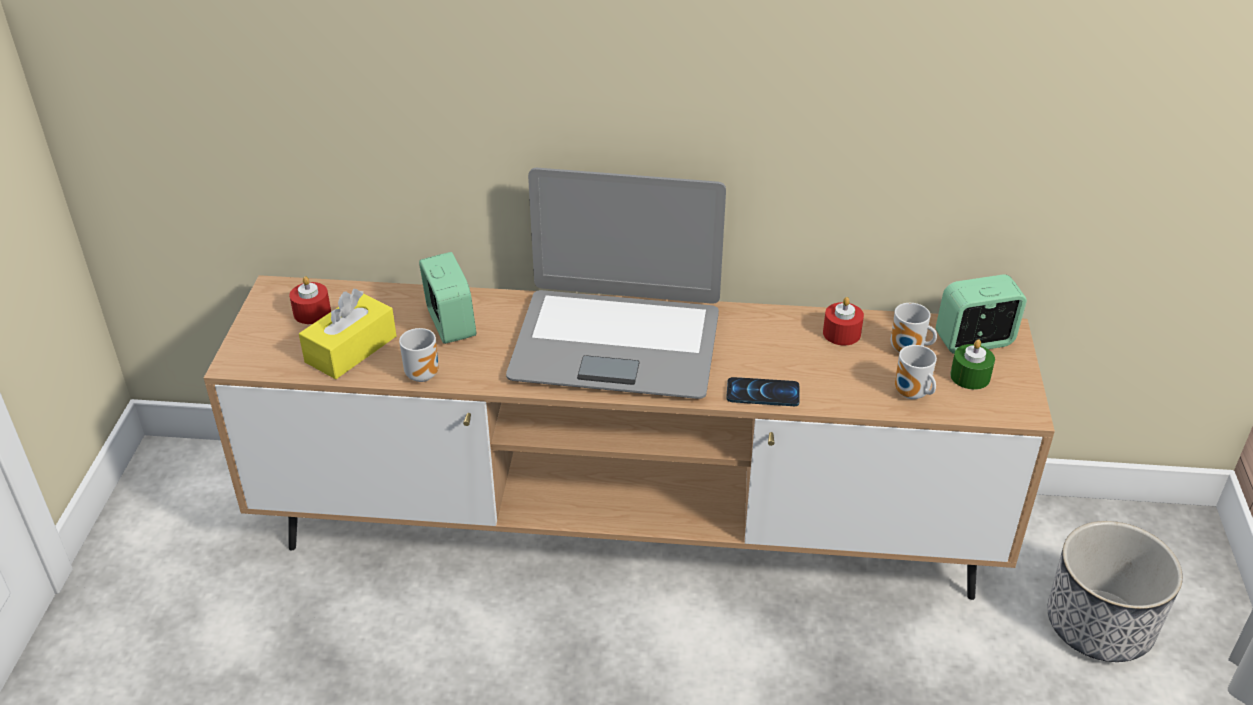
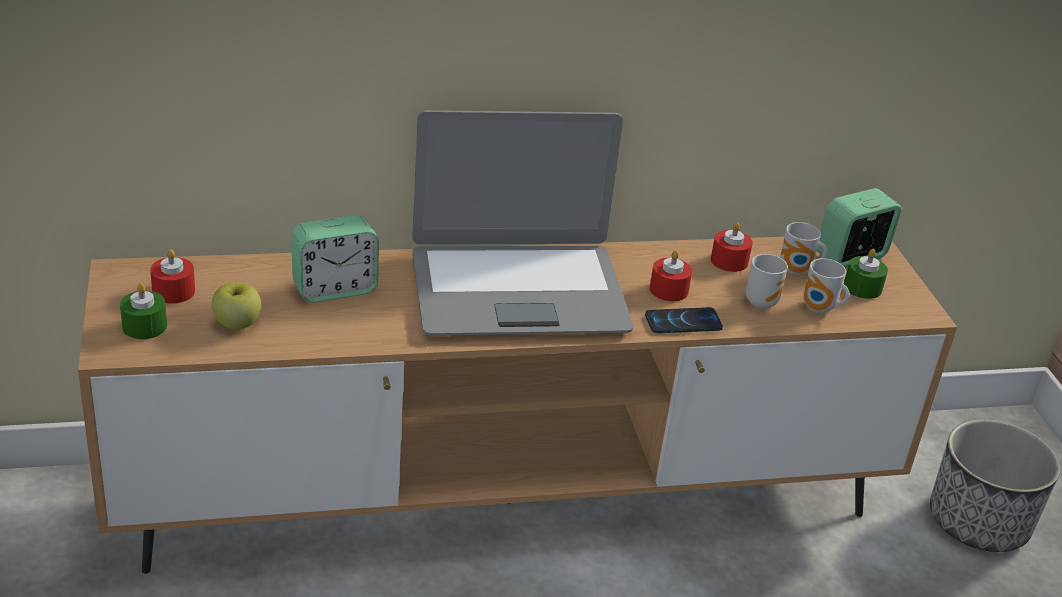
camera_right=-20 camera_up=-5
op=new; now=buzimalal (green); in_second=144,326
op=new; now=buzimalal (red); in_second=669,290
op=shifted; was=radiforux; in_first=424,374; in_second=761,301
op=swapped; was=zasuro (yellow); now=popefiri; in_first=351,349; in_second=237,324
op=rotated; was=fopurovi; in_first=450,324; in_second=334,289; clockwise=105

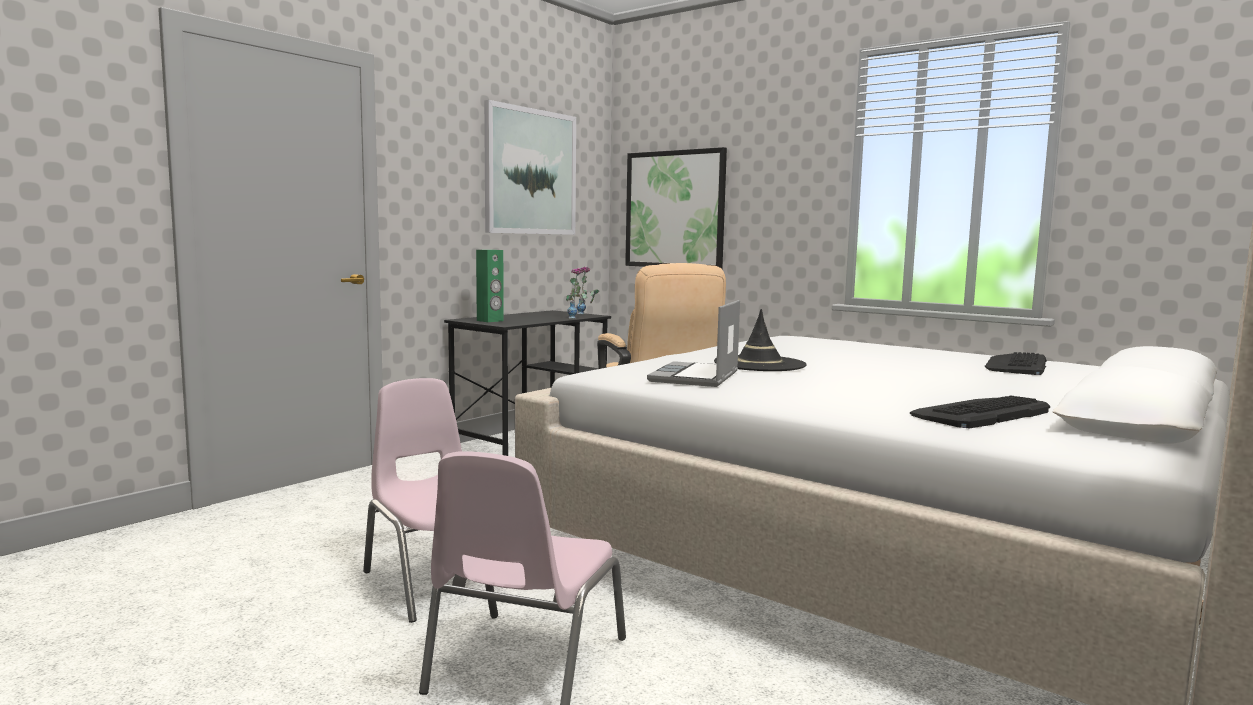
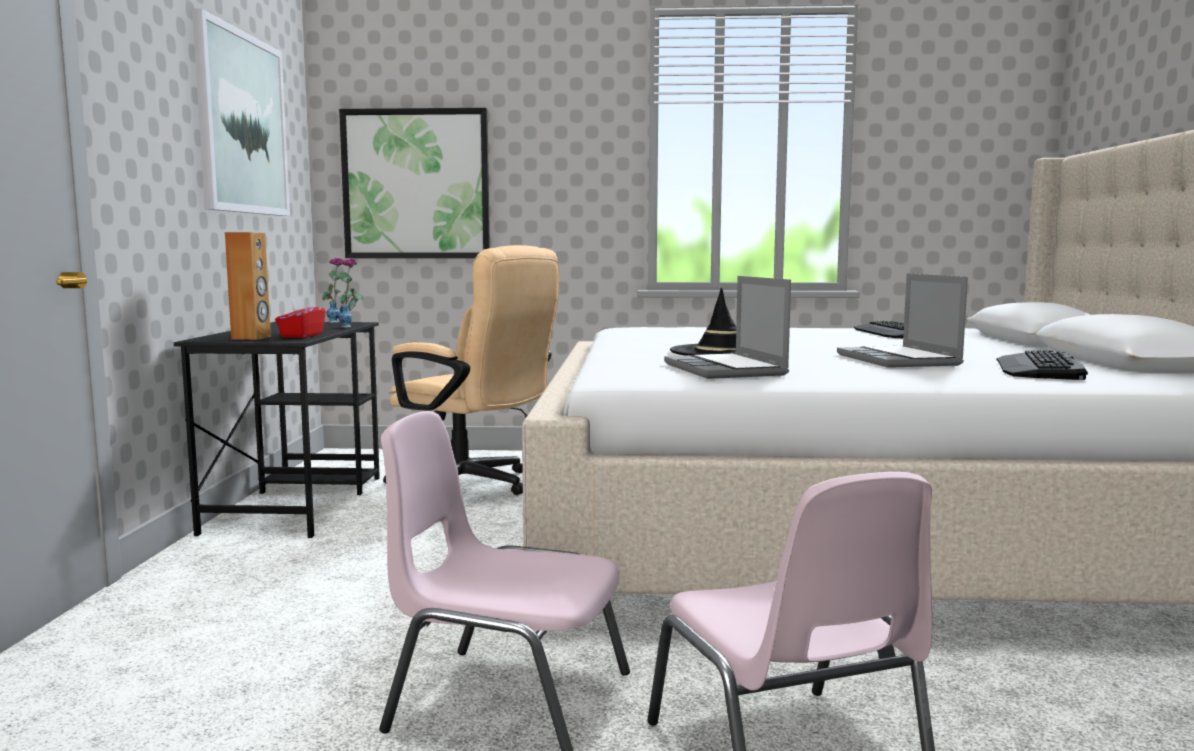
camera_right=-35 camera_up=0
op=new; now=zasuro (red); in_second=301,336
op=new; now=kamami; in_second=900,360
op=repainted; was=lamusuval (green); now=lamusuval (brown); in_first=490,321; in_second=251,338

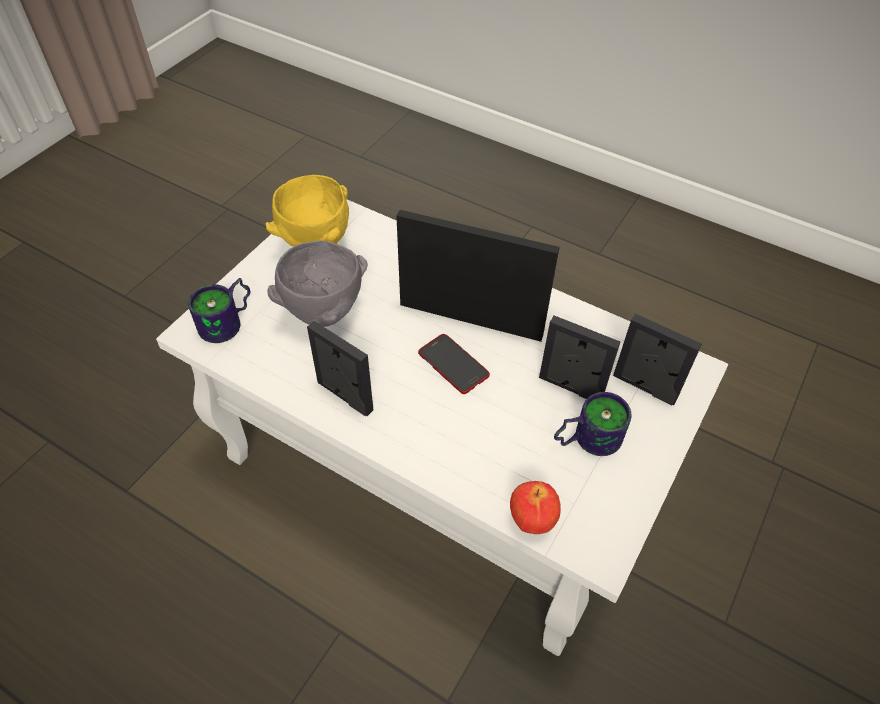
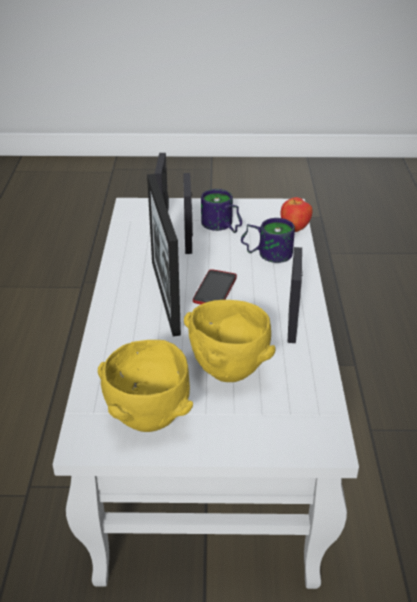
camera_right=-120 camera_up=-15
op=shifted; was=radiforux; in_first=229,322; in_second=267,253
op=repainted; was=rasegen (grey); now=rasegen (yellow); in_first=322,315; in_second=230,372

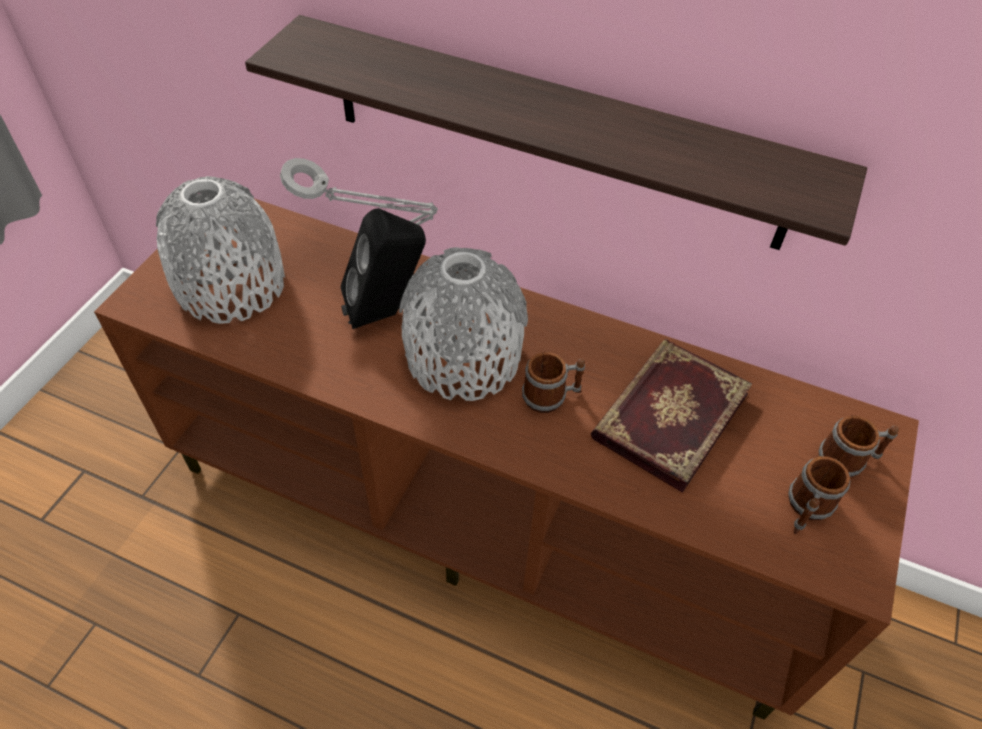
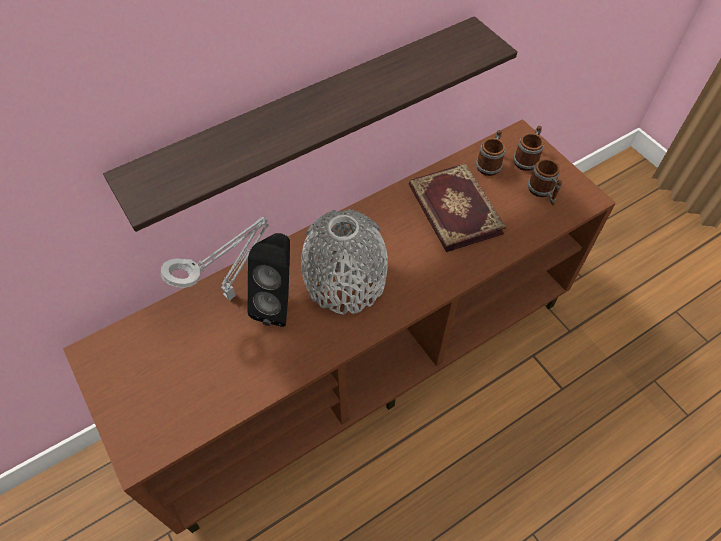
camera_right=-55 camera_up=5
op=gone; was=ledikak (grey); in_first=231,285
op=shifted; was=radiforux; in_first=551,396; in_second=489,164

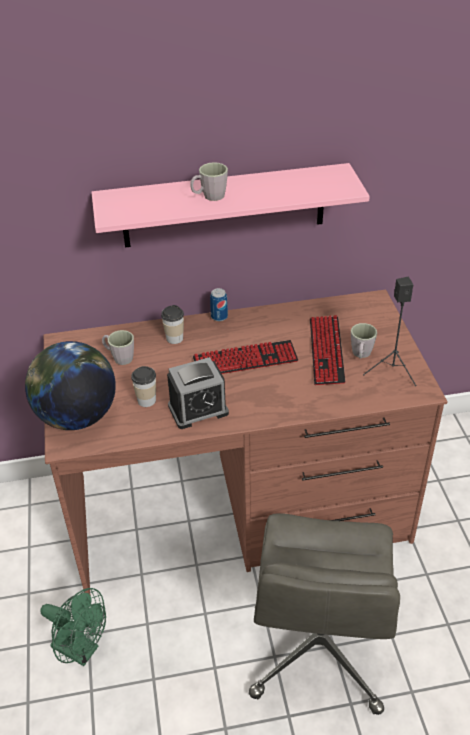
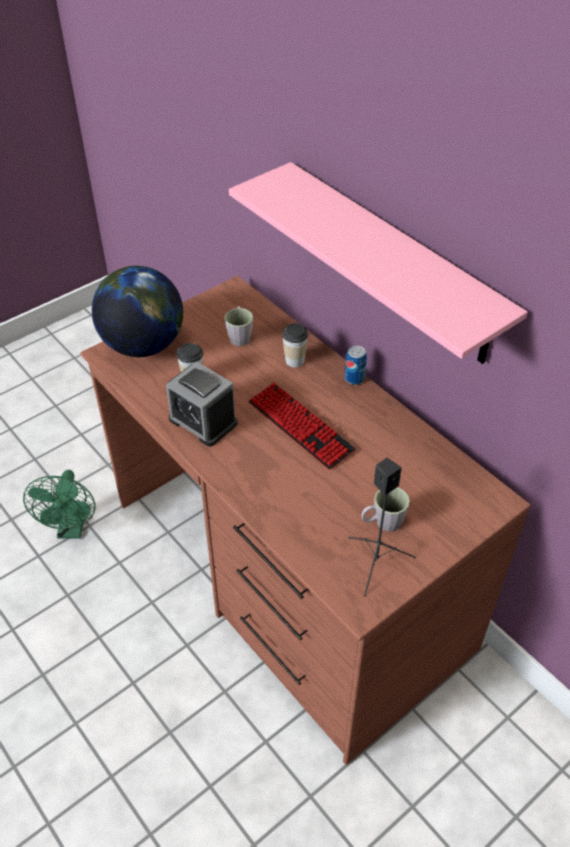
camera_right=60 camera_up=5
op=gone; was=radiforux (grey); in_first=209,197
op=gone; was=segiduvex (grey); in_first=319,649
op=gone; was=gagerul; in_first=326,351

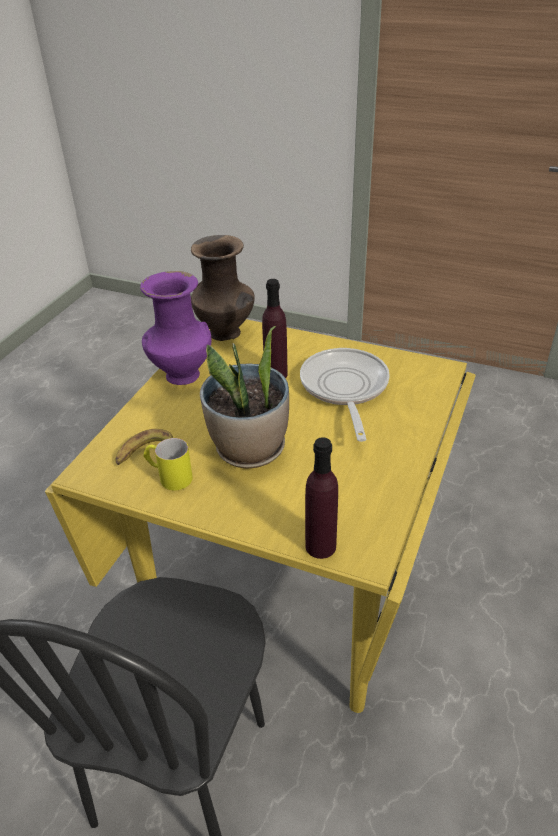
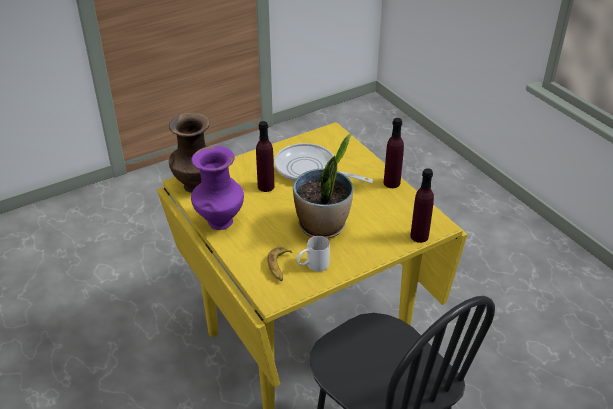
camera_right=-55 camera_up=0
op=new; now=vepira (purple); in_second=391,183
op=repainted; was=radiforux (yellow); now=radiforux (white); in_first=169,476; in_second=312,266

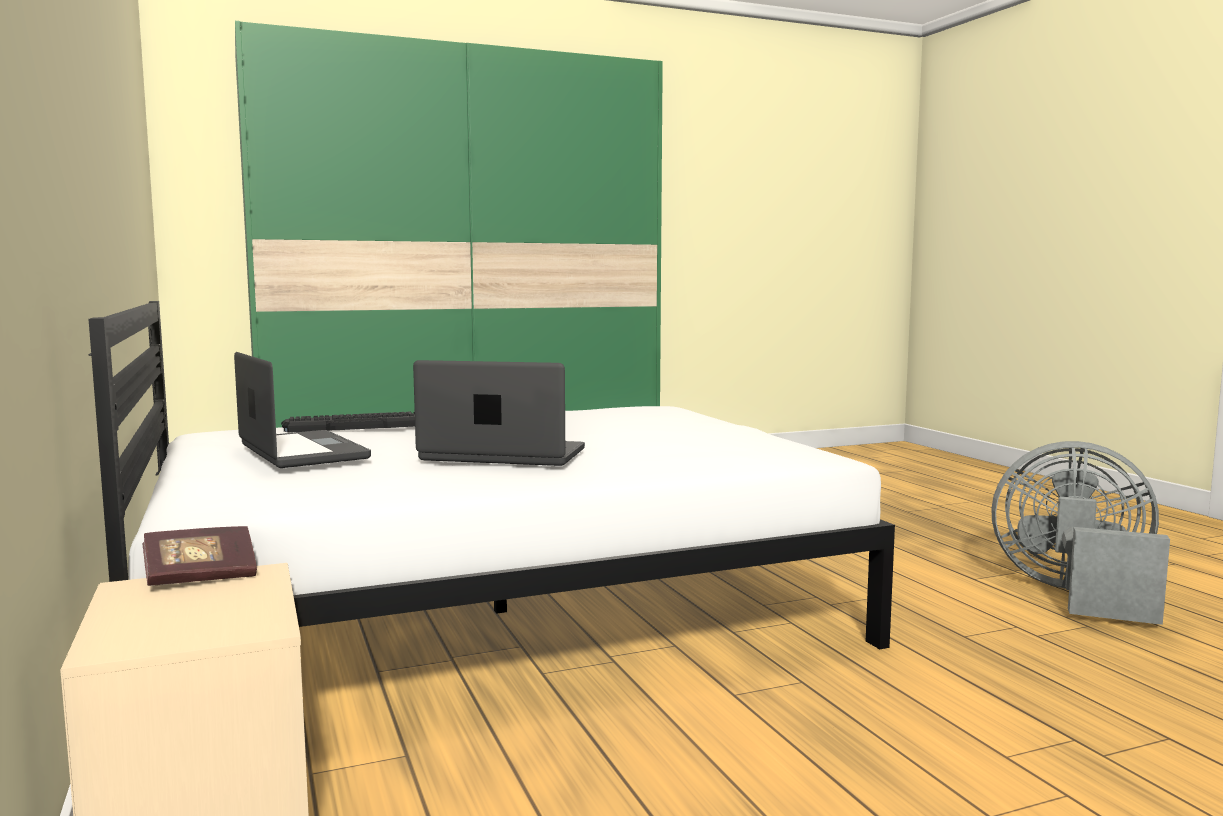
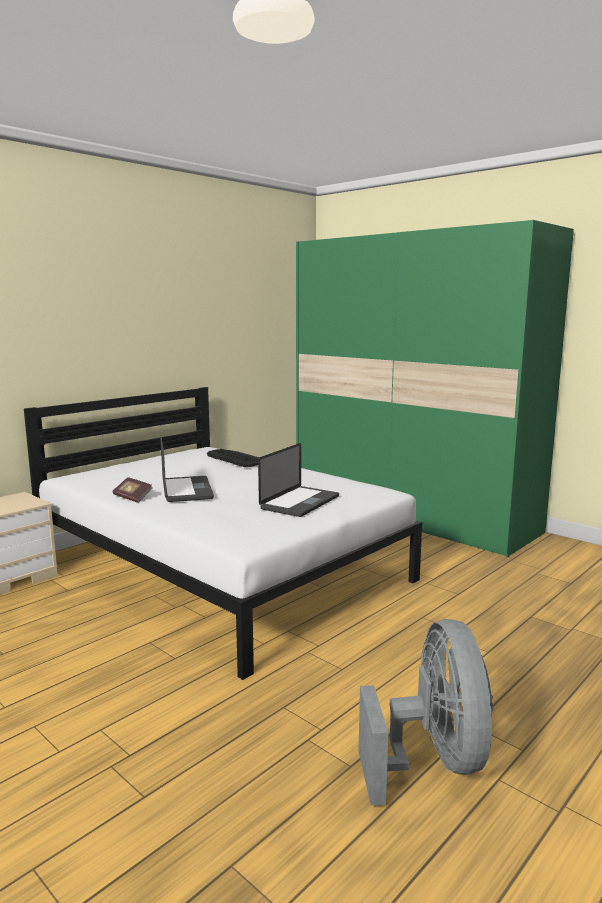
camera_right=65 camera_up=5
op=shifted; was=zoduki; in_first=201,577; in_second=133,497
op=shifted; was=kamami; in_first=302,452; in_second=300,503

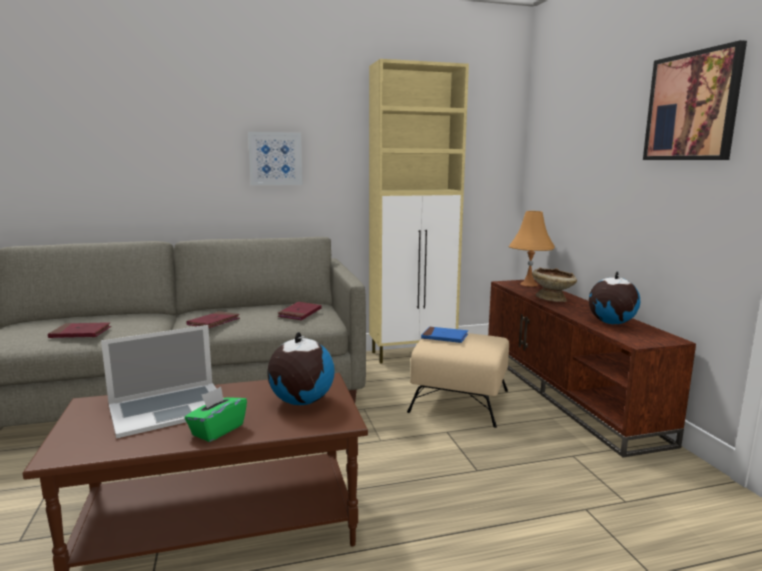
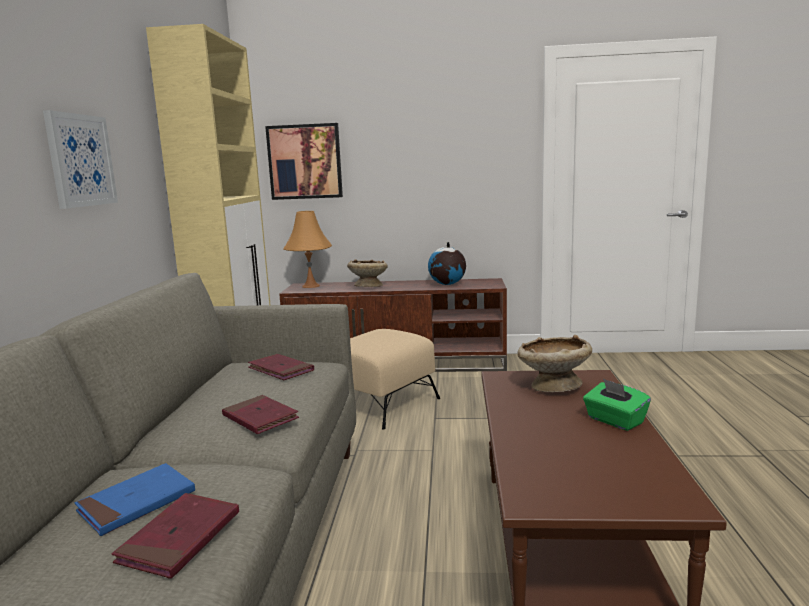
camera_right=-70 camera_up=0
op=gone; was=kamami; in_first=169,408
op=shifted; was=zoduki (blue); in_first=444,337; in_second=137,503
op=shifted; was=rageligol; in_first=692,107; in_second=305,162
op=swapped; was=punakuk; now=rasegen (beige); in_first=301,402; in_second=552,387

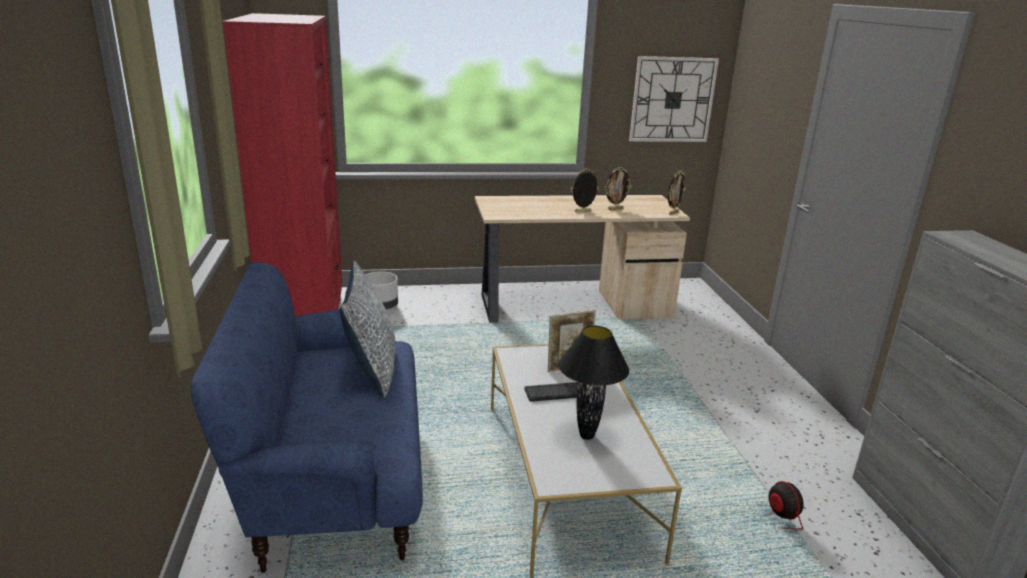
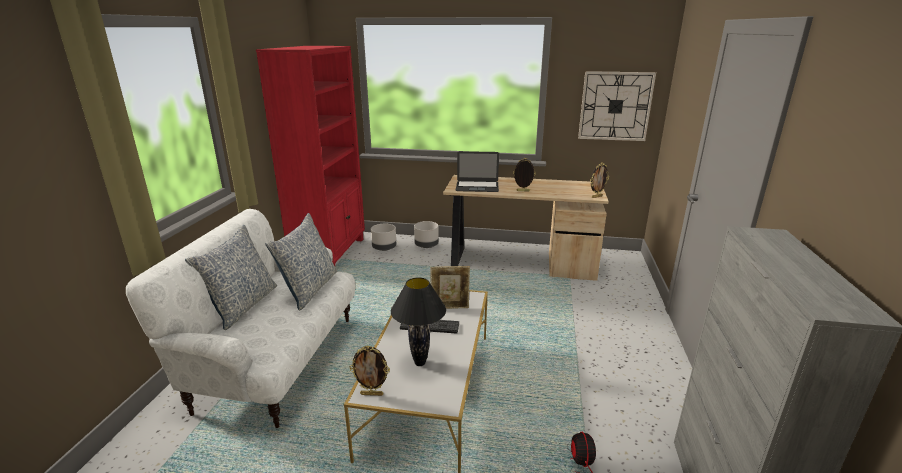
camera_right=20 camera_up=0
op=new; now=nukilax; in_second=242,306
op=new; now=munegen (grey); in_second=426,245
op=new; now=kamami; in_second=477,186
op=shifted; was=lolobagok; in_first=615,209; in_second=372,394
op=repainted; was=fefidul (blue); now=fefidul (white); in_first=335,479; in_second=276,361

